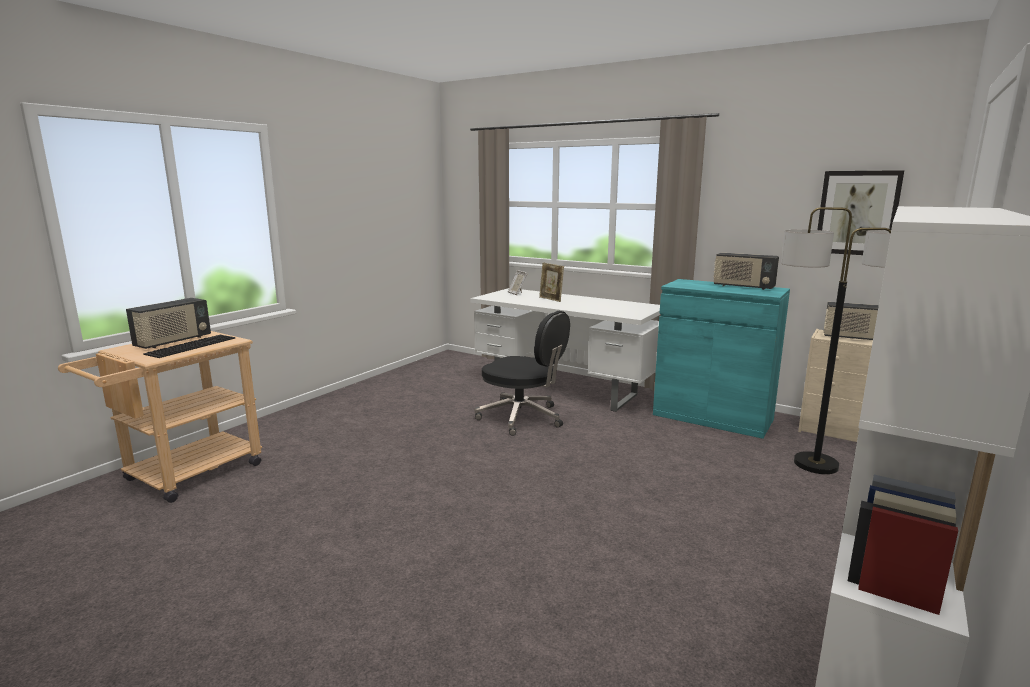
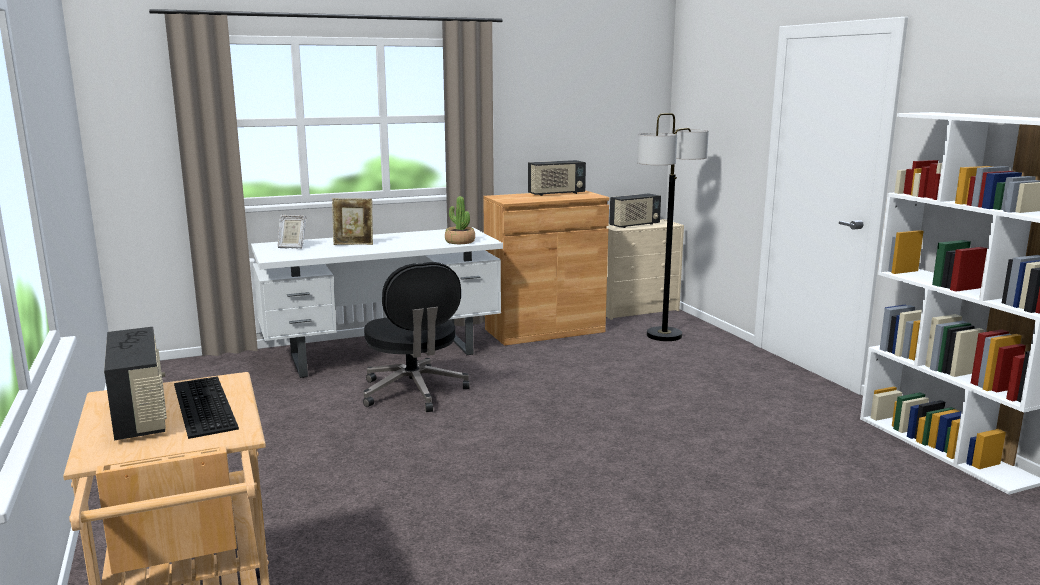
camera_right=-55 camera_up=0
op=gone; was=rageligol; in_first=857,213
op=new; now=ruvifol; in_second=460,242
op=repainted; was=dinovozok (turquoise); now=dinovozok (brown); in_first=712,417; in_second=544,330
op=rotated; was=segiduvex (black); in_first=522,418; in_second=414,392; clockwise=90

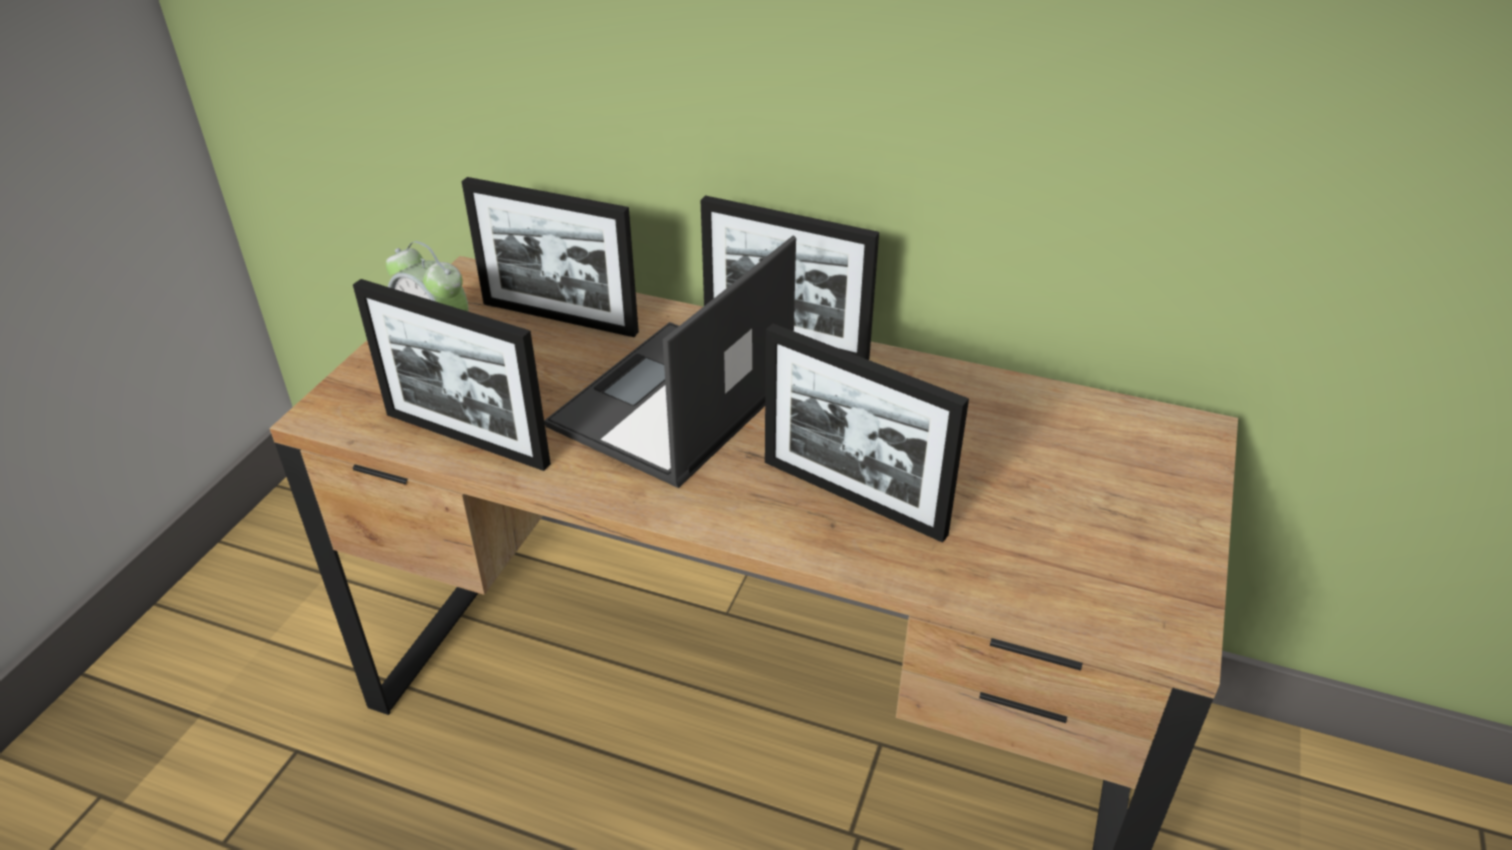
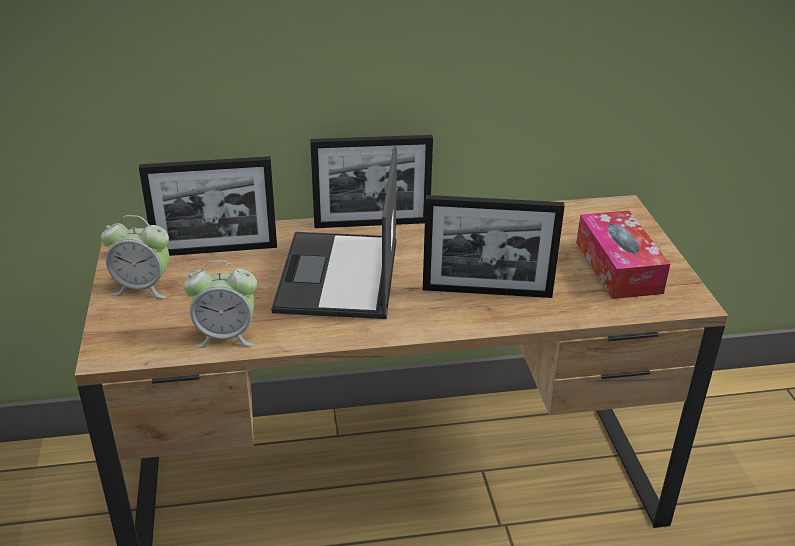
camera_right=-30 camera_up=-5
op=new; now=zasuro; in_second=618,267
op=swapped; was=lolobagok; now=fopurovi; in_first=466,439; in_second=226,336

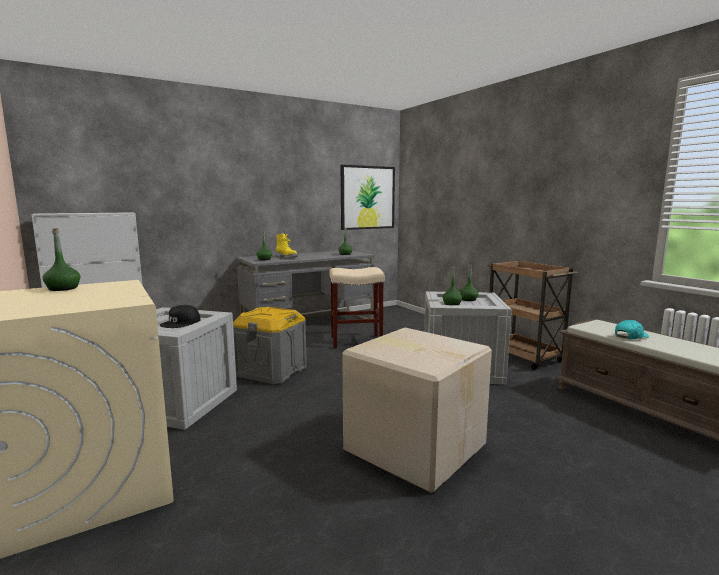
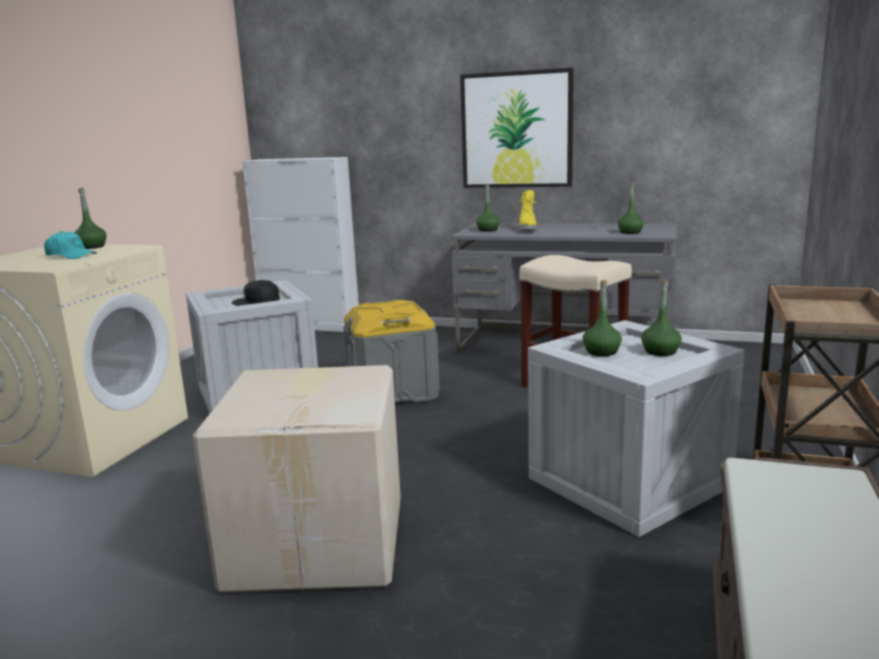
camera_right=50 camera_up=5
op=shifted; was=rageligol; in_first=367,197; in_second=516,130
op=shifted; was=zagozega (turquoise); in_first=630,336; in_second=71,256

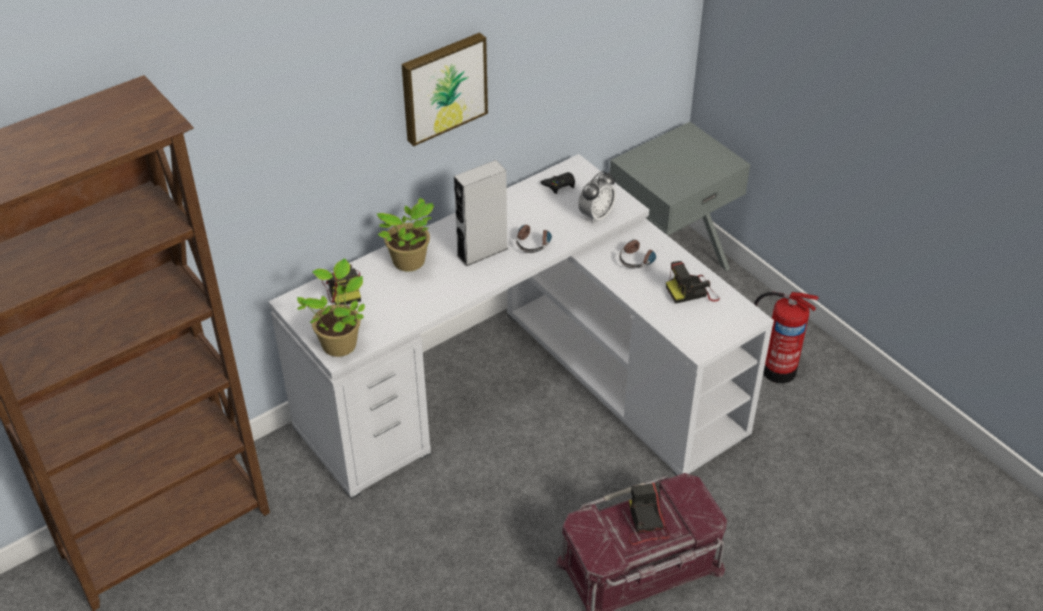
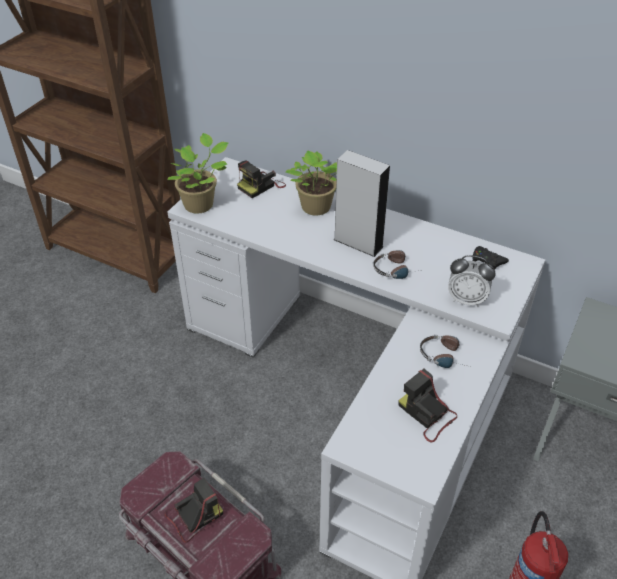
camera_right=65 camera_up=0
op=gone; was=rageligol; in_first=443,87

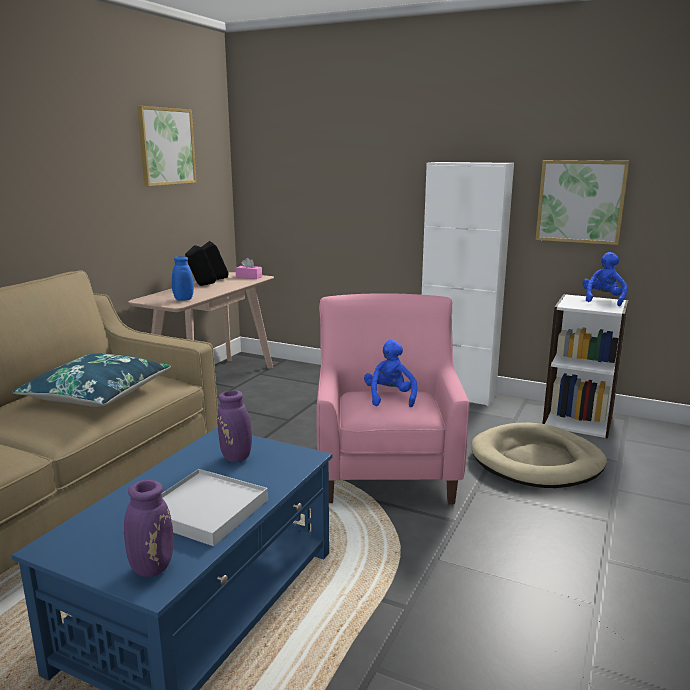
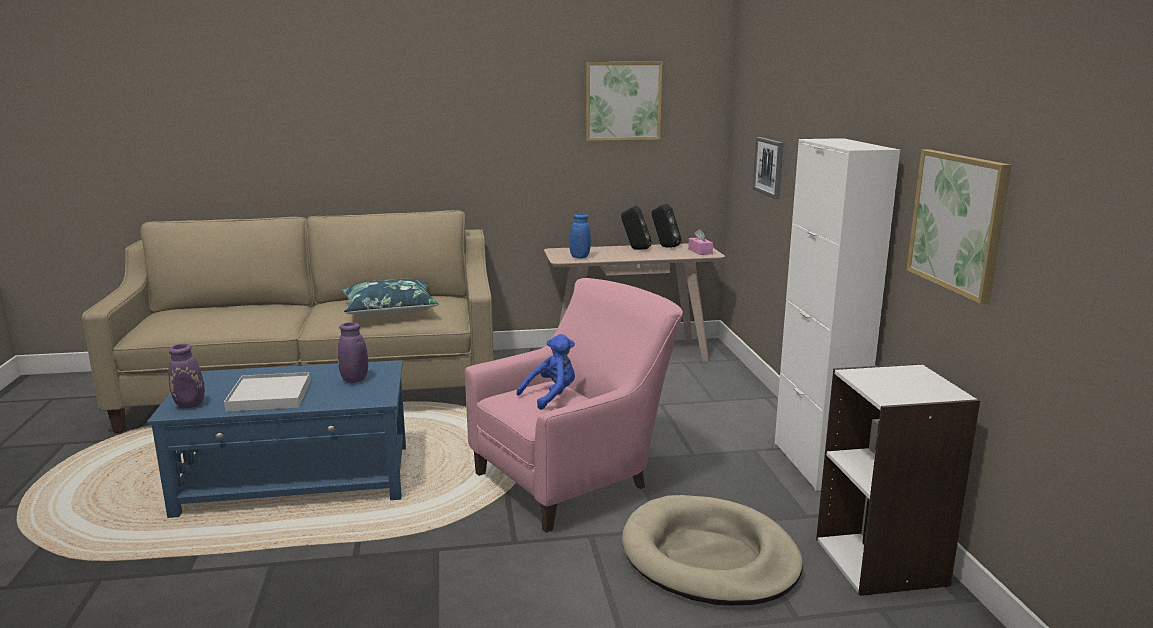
camera_right=55 camera_up=0
op=gone; was=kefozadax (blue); in_first=603,300
op=new; now=rageligol; in_second=769,167

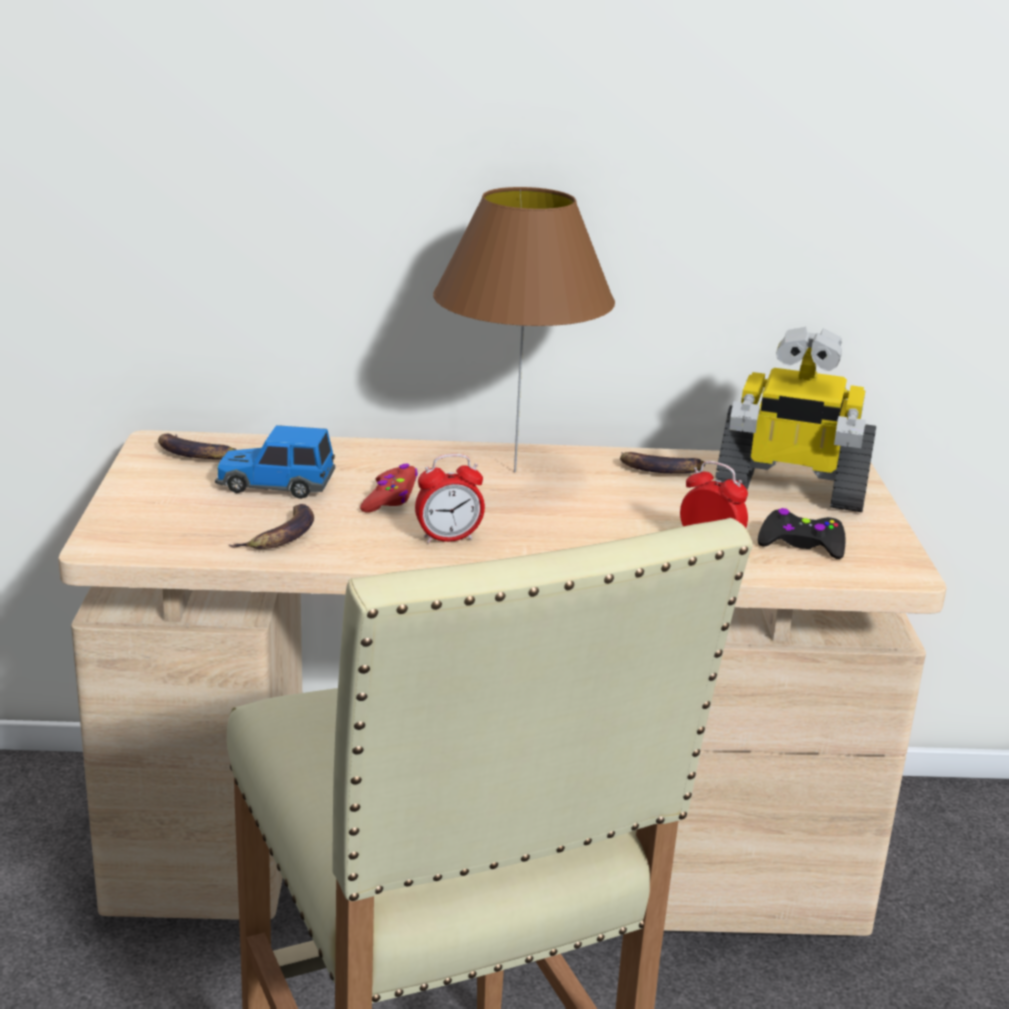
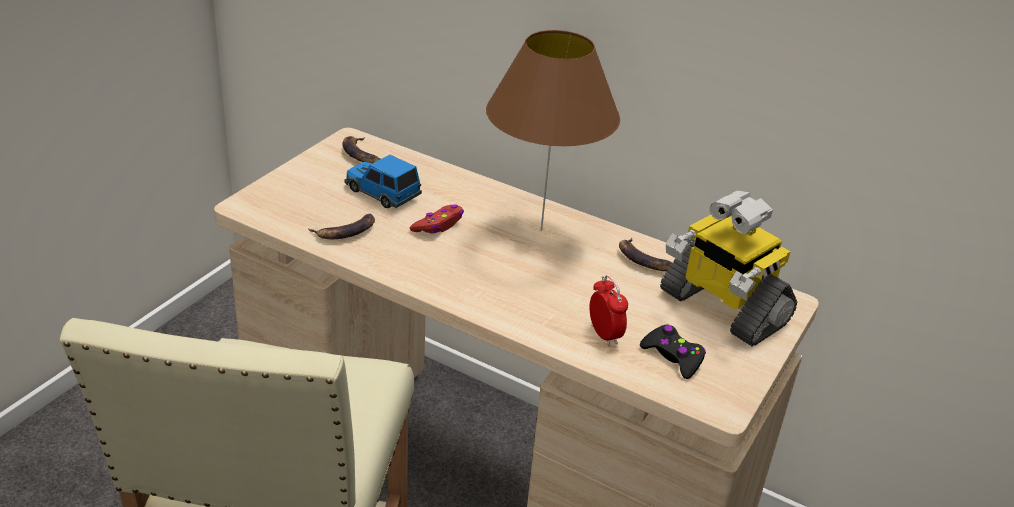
camera_right=30 camera_up=10
op=gone; was=fopurovi; in_first=448,538

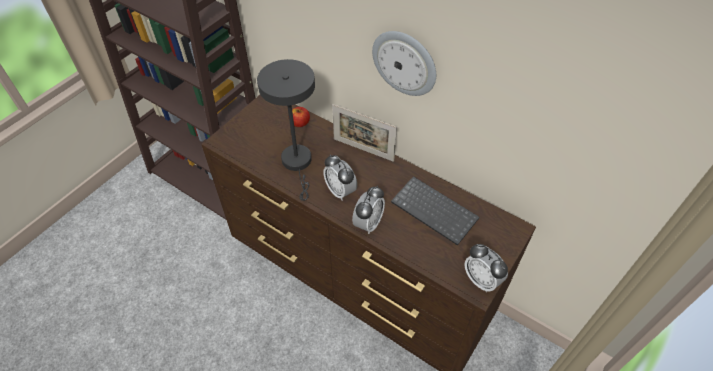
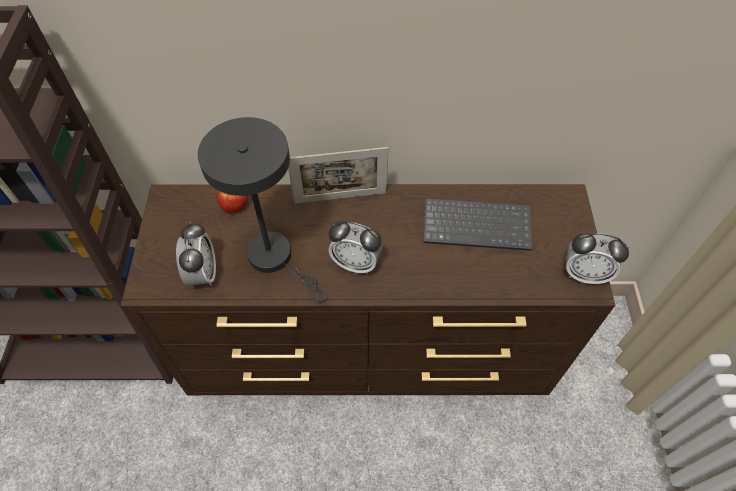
camera_right=-35 camera_up=5
op=gone; was=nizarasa; in_first=405,63
op=shifted; was=fopurovi; in_first=368,223; in_second=203,273

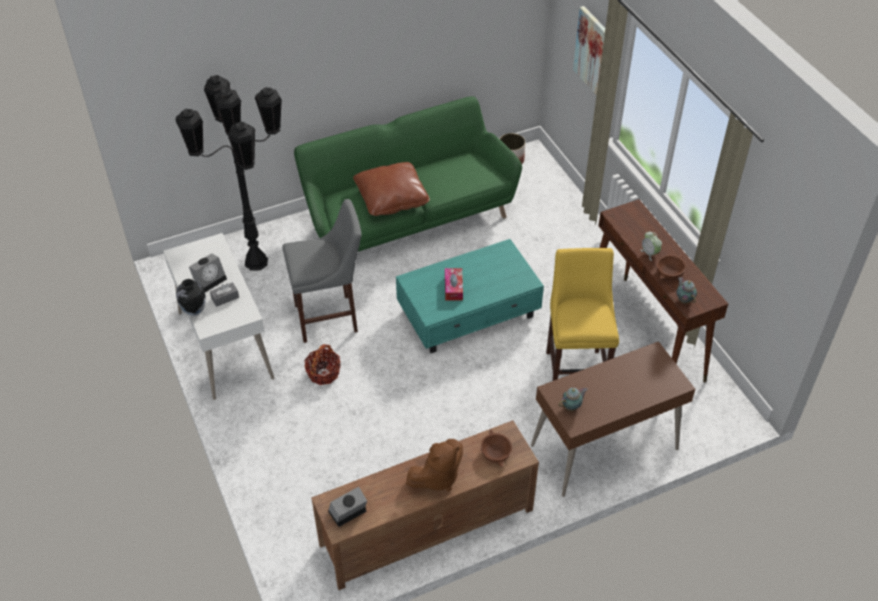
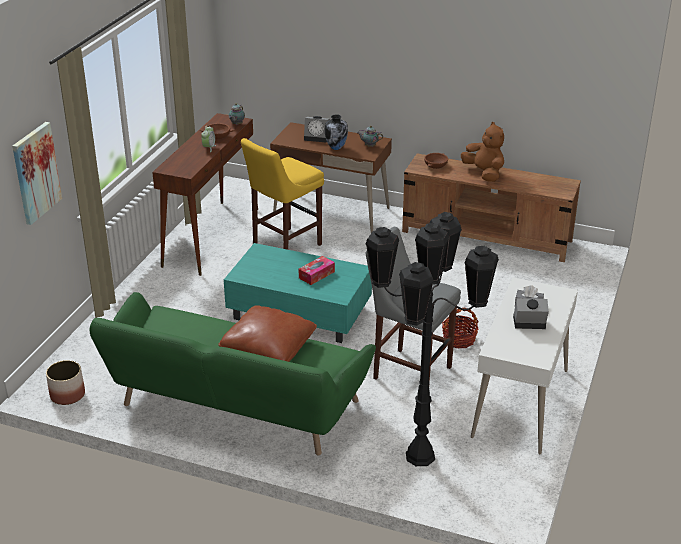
camera_right=-135 camera_up=-15
op=shifted; was=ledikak; in_first=194,311; in_second=336,147
op=shifted; was=fopurovi; in_first=347,513; in_second=317,137
op=rotated; was=kefozadax (brown); in_first=437,477; in_second=484,173; clockwise=45

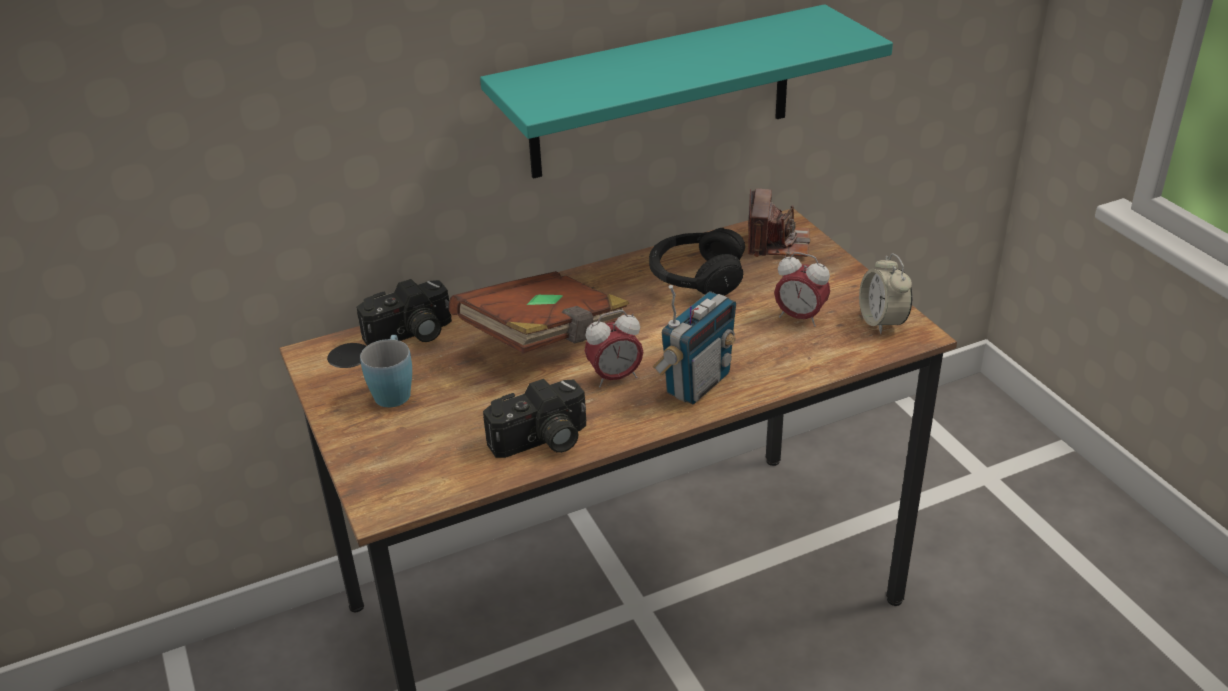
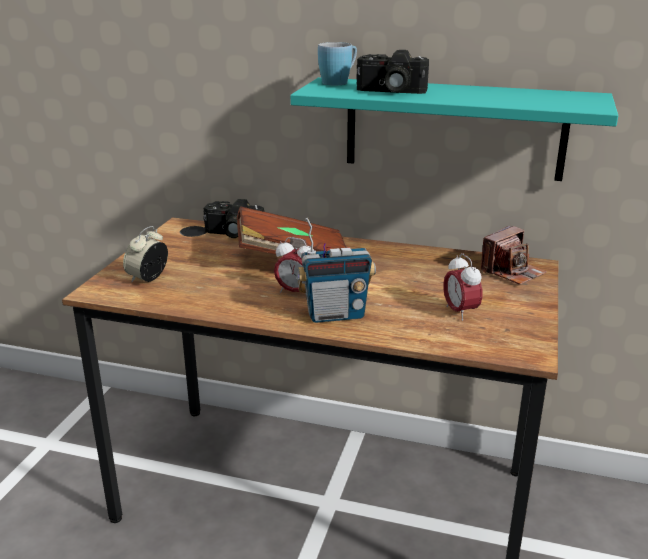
camera_right=40 camera_up=-10
op=gone; was=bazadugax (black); in_first=696,277
op=shifted; was=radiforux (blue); in_first=394,390; in_second=339,82
op=shifted; was=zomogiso; in_first=541,442; in_second=390,91
op=shifted; was=fopurovi; in_first=882,321; in_second=148,278

